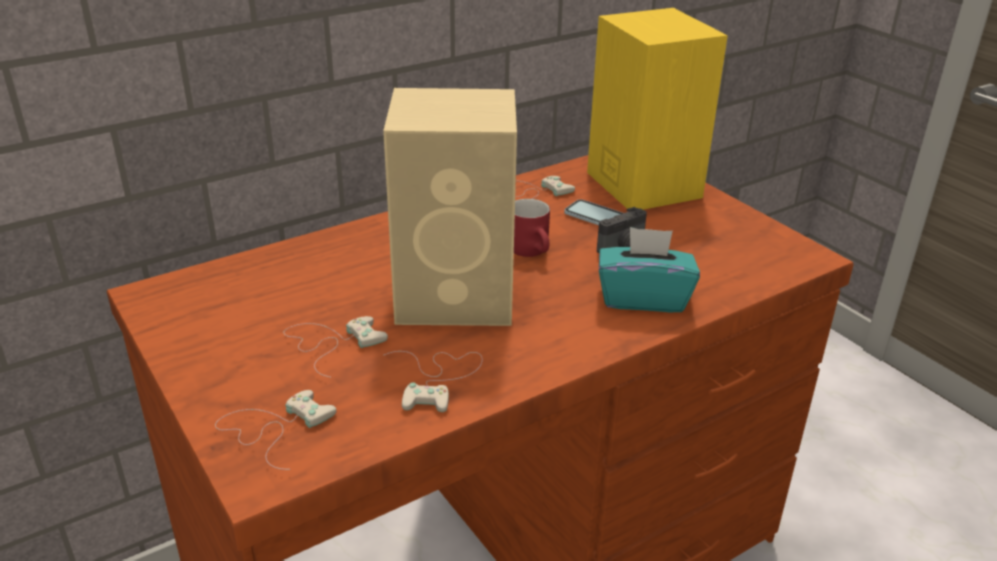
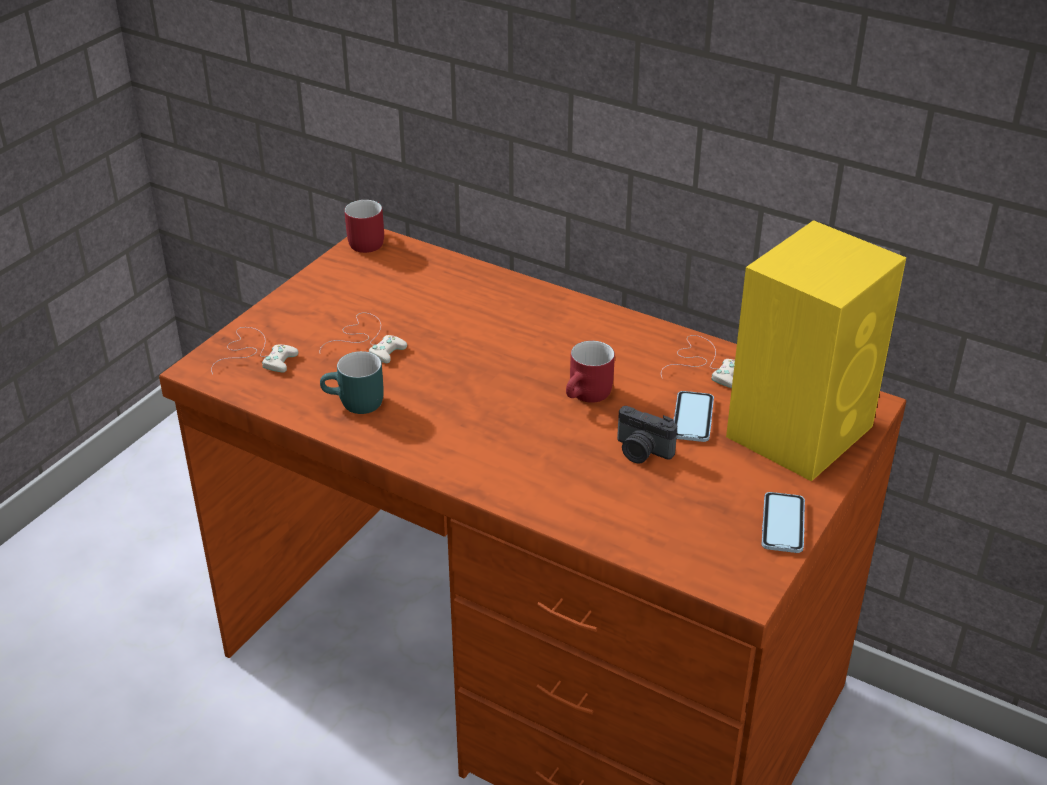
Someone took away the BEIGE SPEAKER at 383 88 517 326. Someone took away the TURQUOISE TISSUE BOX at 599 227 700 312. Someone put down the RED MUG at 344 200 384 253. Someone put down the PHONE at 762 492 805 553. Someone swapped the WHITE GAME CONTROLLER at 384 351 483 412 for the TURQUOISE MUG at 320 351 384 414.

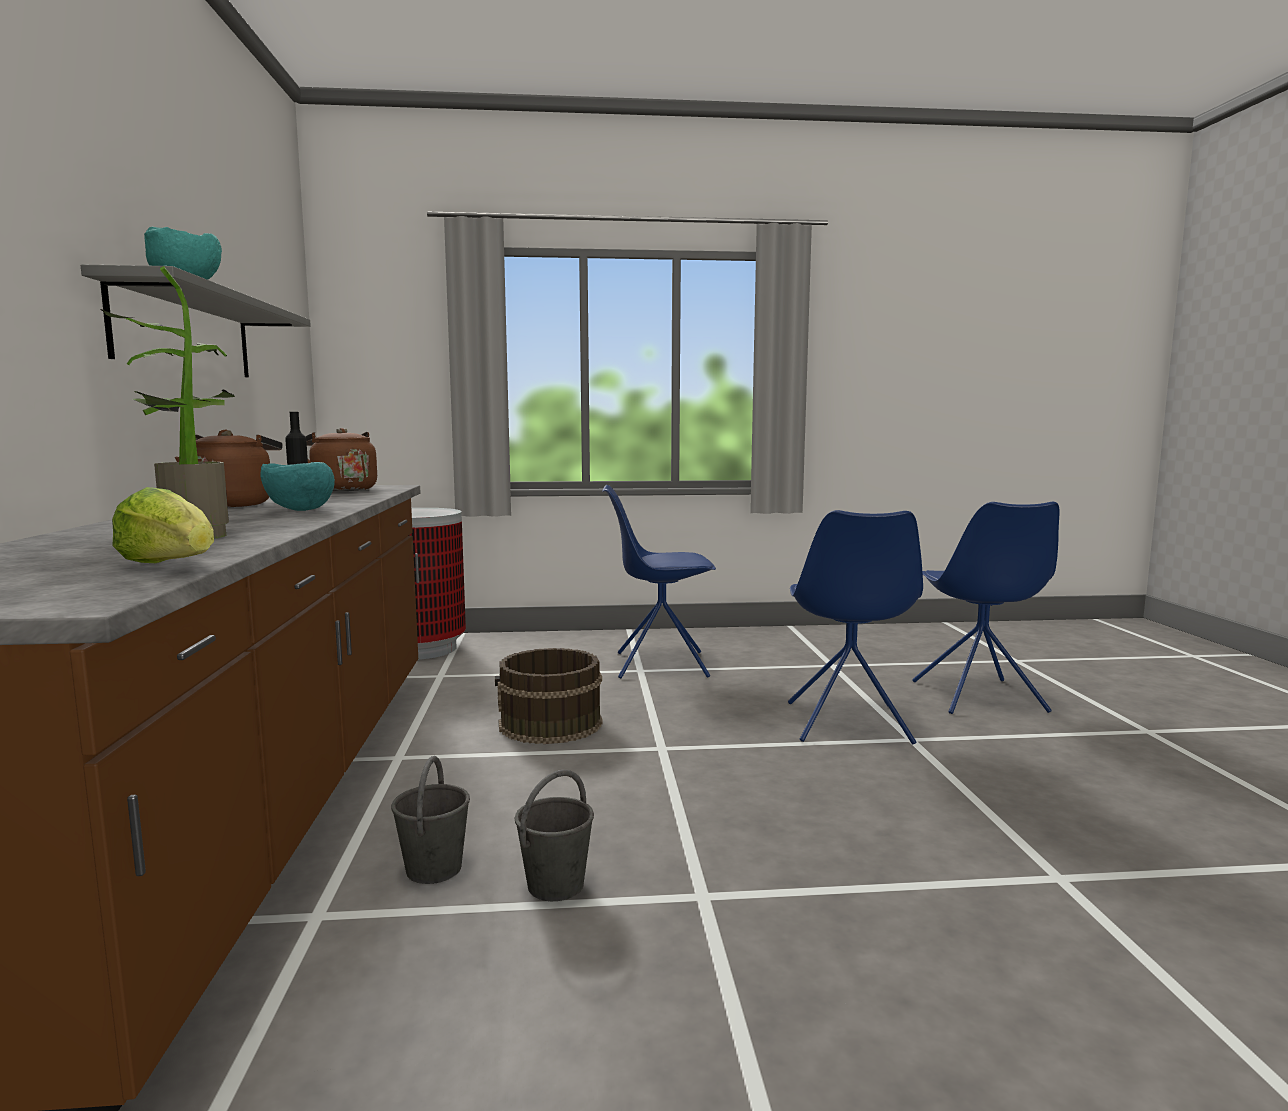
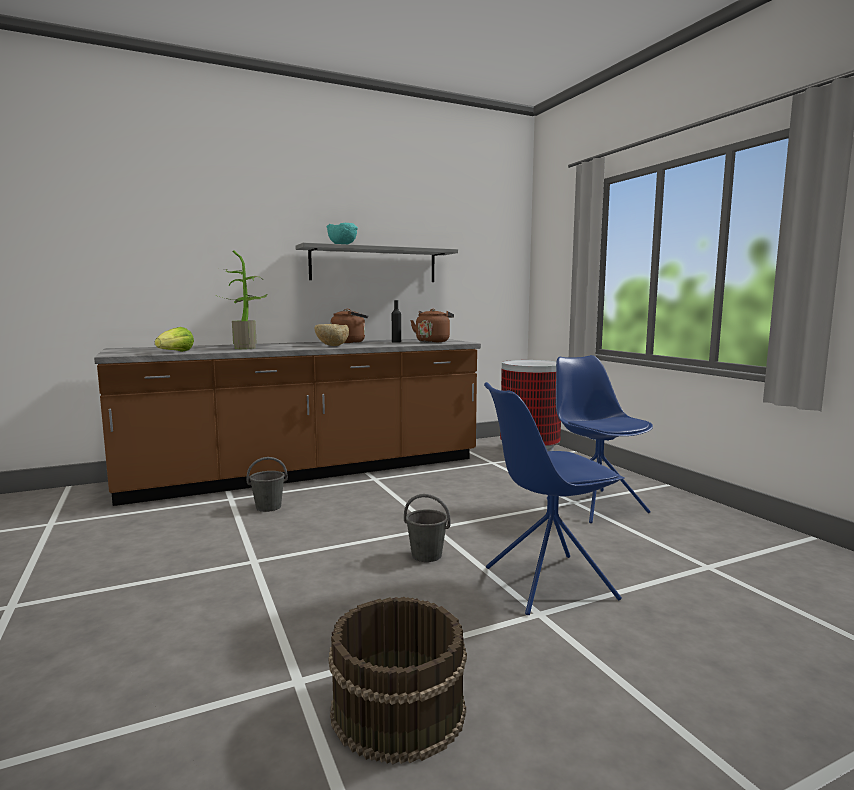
Someone took away the BLUE CHAIR at 912 502 1060 714. Someone carried the BROWN BUCKET from 495 648 603 744 to 329 597 467 765. Someone carried the GREY BUCKET from 515 770 594 901 to 404 494 451 562. Someone repainted the TURQUOISE BOWL at 260 462 335 511, which became the BEIGE BOWL at 314 324 349 346.

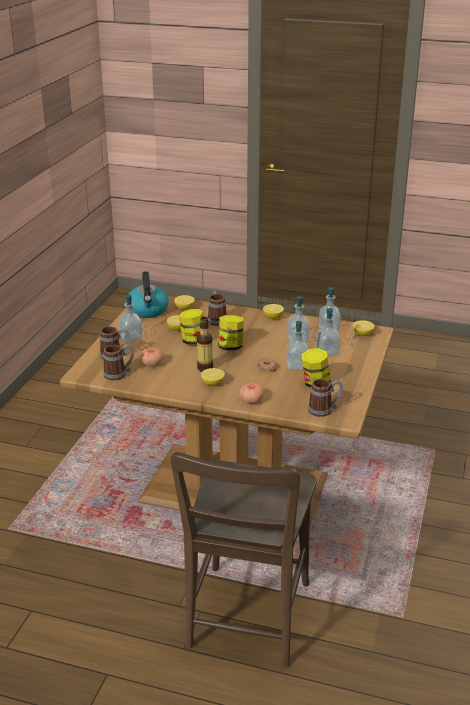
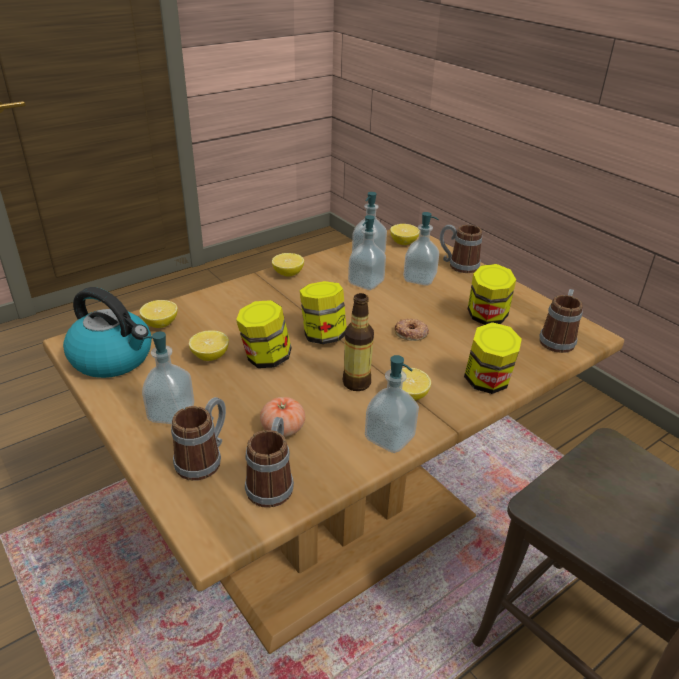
Someone carried the MUG from 207 291 227 326 to 440 225 482 273. Someone carried the SOAP DISPENSER from 286 321 308 370 to 365 355 419 453. Someone swapped the TOMATO at 240 383 264 403 for the JAR at 464 322 522 394.

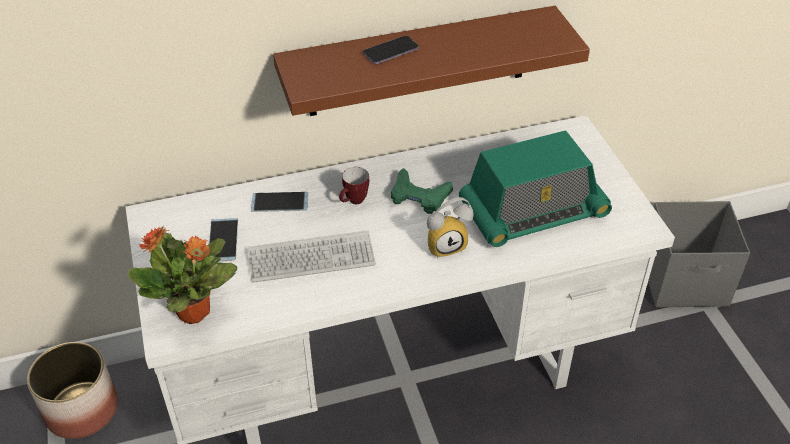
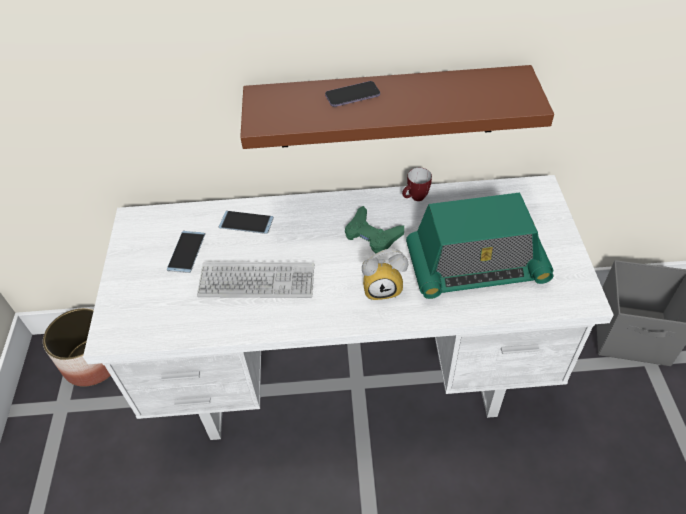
Someone took away the POTTED PLANT at 127 226 237 324. Someone carried the MUG from 339 167 369 204 to 402 168 432 201.

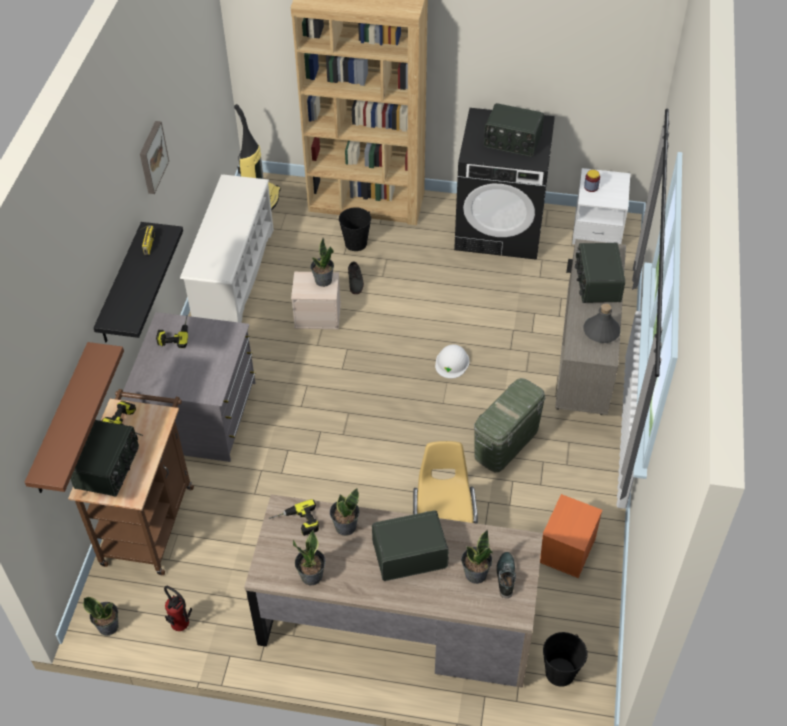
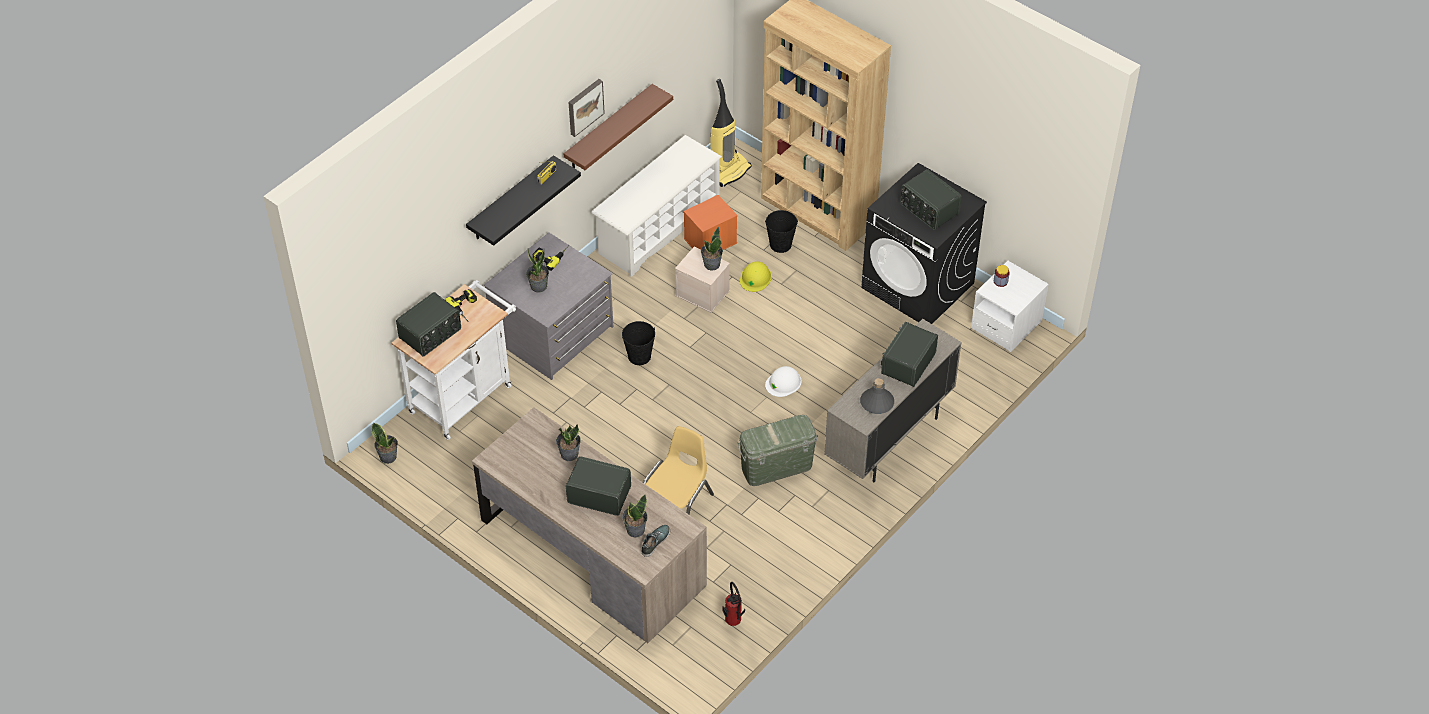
Someone took away the POWER DRILL at 269 499 319 536. Someone carried the BROWN SHELF from 25 342 124 493 to 564 84 673 170. Someone carried the FIRE EXTINGUISHER from 164 586 192 631 to 722 582 745 626. Someone carried the POTTED PLANT from 293 530 326 585 to 526 249 549 292. Someone carried the ORANGE STORAGE BOX from 540 494 602 578 to 684 195 737 250. Someone carried the BLACK BUCKET from 543 632 588 687 to 622 321 655 365. Someone swapped the GREY SHOE at 348 261 364 294 for the YELLOW HARD HAT at 740 262 772 292. Someone repainted the BROWN CART at 68 389 194 575, which became the WHITE CART at 392 280 516 440.

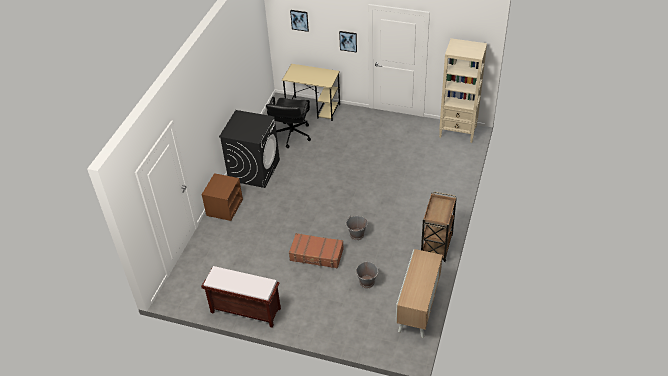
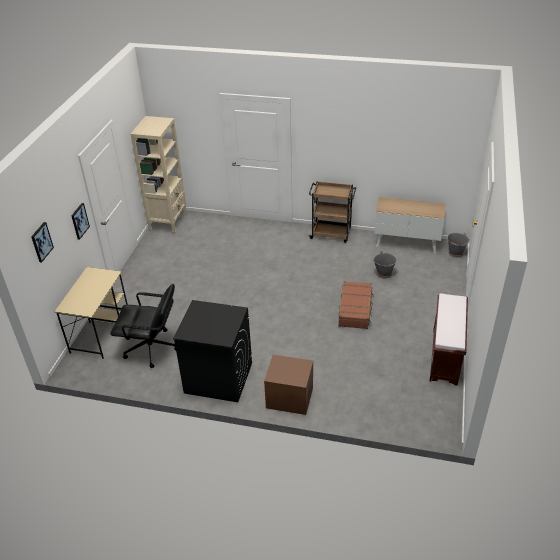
Someone carried the GREY BUCKET from 346 216 368 240 to 448 233 470 258.

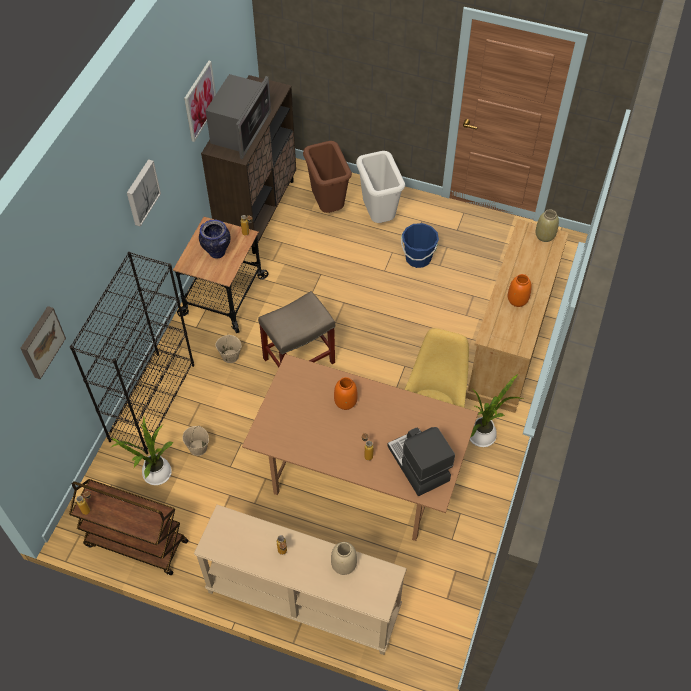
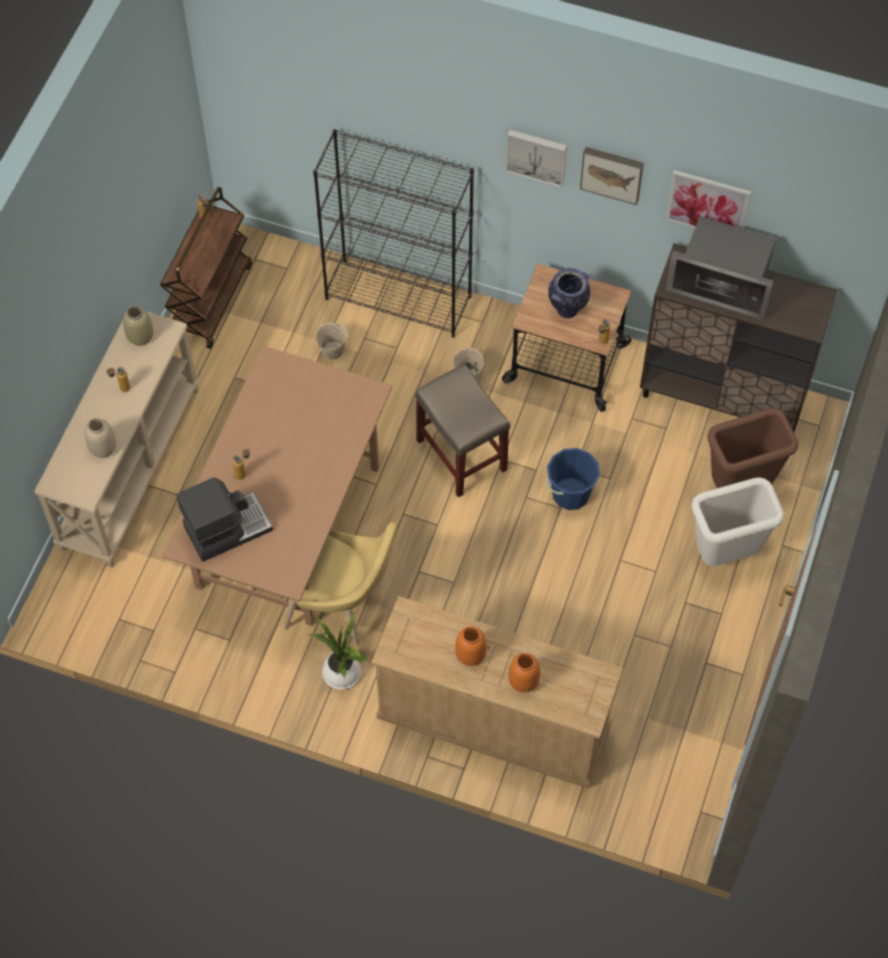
Someone took away the POTTED PLANT at 111 417 173 485. Someone carried the PICTURE from 20 306 66 379 to 580 147 644 205. Someone carried the ORANGE VASE from 334 377 358 410 to 509 653 540 693. Someone carried the BLUE BUCKET from 401 223 439 268 to 546 448 600 510. Someone carried the BEIGE VASE from 536 209 559 242 to 123 305 153 346.

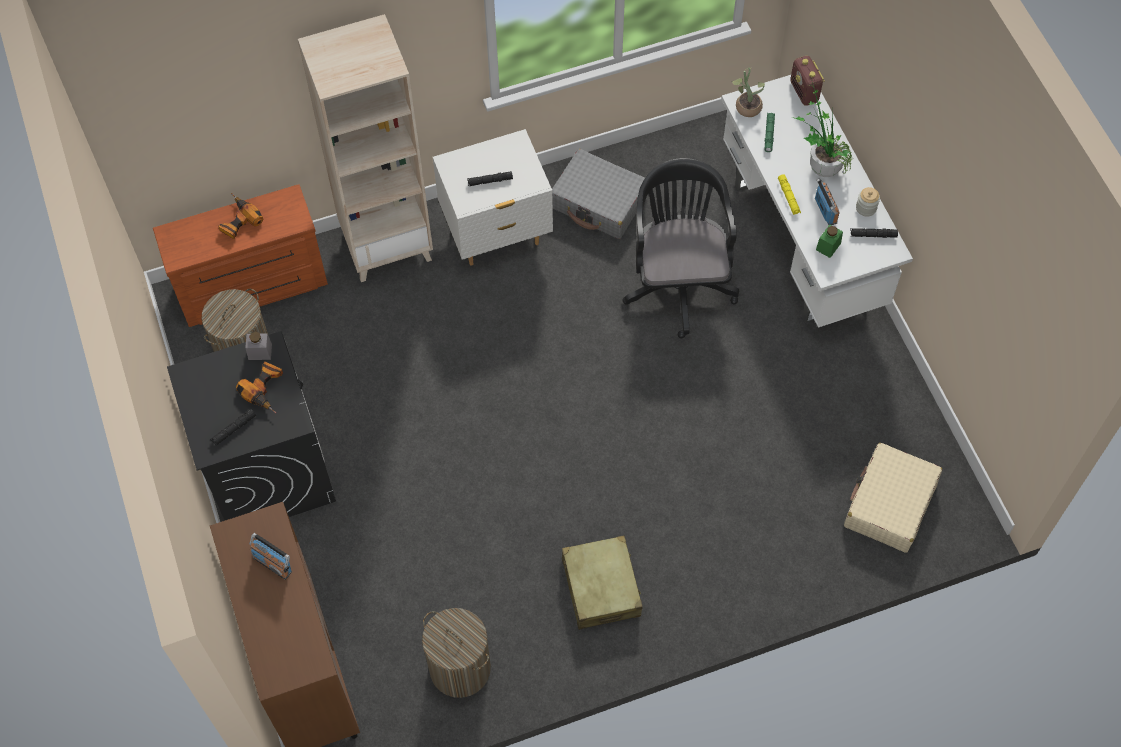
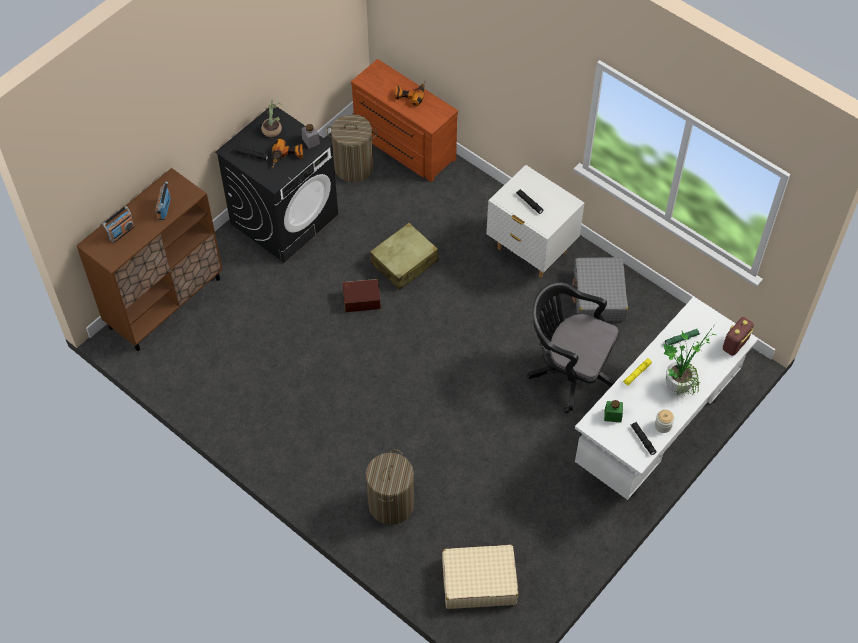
Someone took away the BEIGE BOOKCASE at 298 14 433 282. Someone put down the BROWN STORAGE BOX at 343 279 381 312. Someone carried the LAUNDRY BASKET from 422 608 491 698 to 366 449 414 525. Someone carried the BEIGE SUITCASE from 562 535 643 630 to 370 223 438 290. Someone carried the POTTED PLANT from 732 67 765 117 to 261 100 282 137. Someone carried the RADIO from 815 179 840 225 to 103 206 135 243. Someone rotated the BLACK OFFICE CHAIR at 622 158 739 338 by 120 degrees counterclockwise.

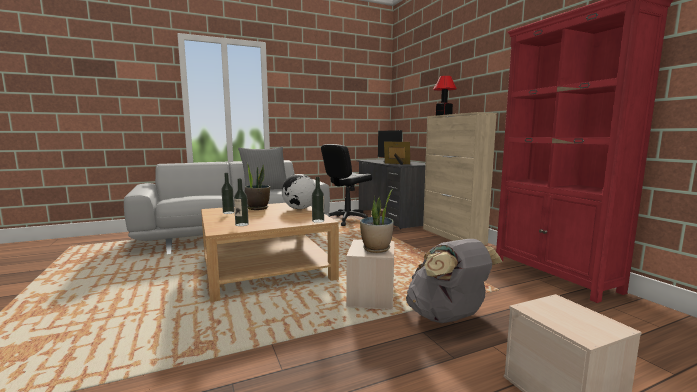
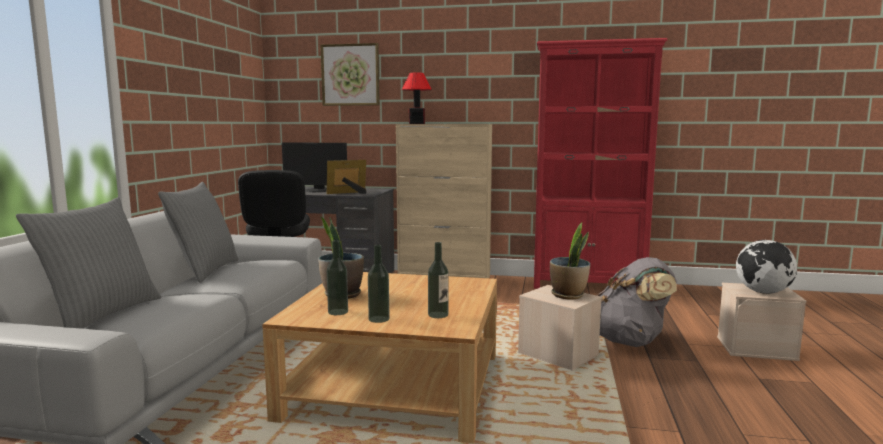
Someone put down the GREY PILLOW at 16 197 161 329. Someone put up the PICTURE at 320 43 380 106. Someone carried the GLOBE from 282 174 316 209 to 736 240 797 294. Someone carried the BOTTLE from 312 177 324 223 to 368 245 389 323.

